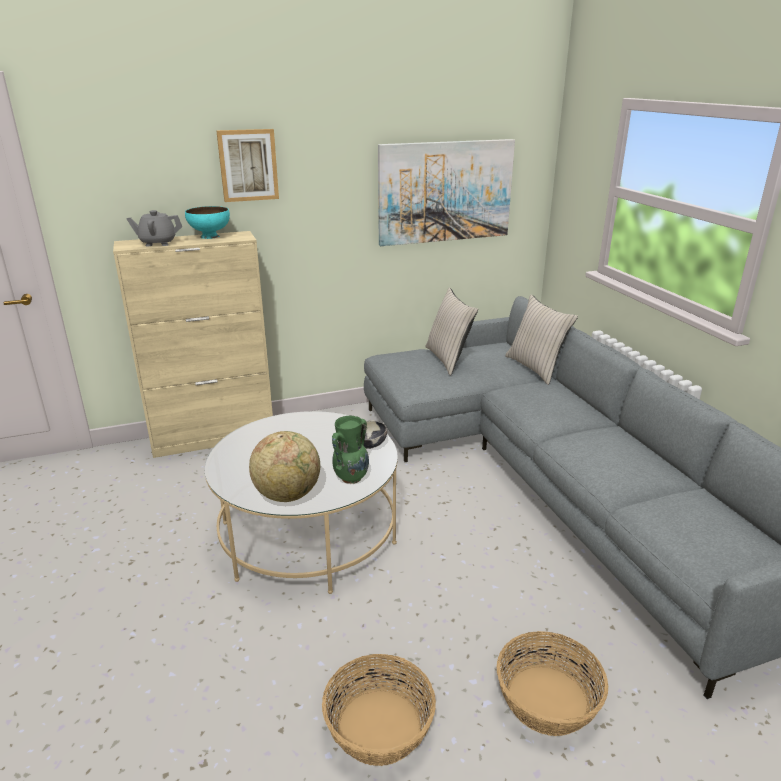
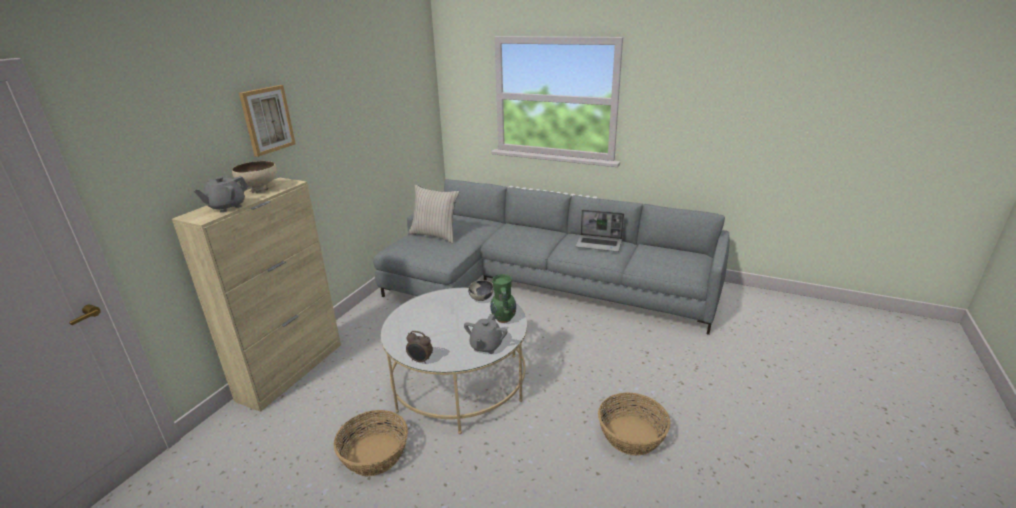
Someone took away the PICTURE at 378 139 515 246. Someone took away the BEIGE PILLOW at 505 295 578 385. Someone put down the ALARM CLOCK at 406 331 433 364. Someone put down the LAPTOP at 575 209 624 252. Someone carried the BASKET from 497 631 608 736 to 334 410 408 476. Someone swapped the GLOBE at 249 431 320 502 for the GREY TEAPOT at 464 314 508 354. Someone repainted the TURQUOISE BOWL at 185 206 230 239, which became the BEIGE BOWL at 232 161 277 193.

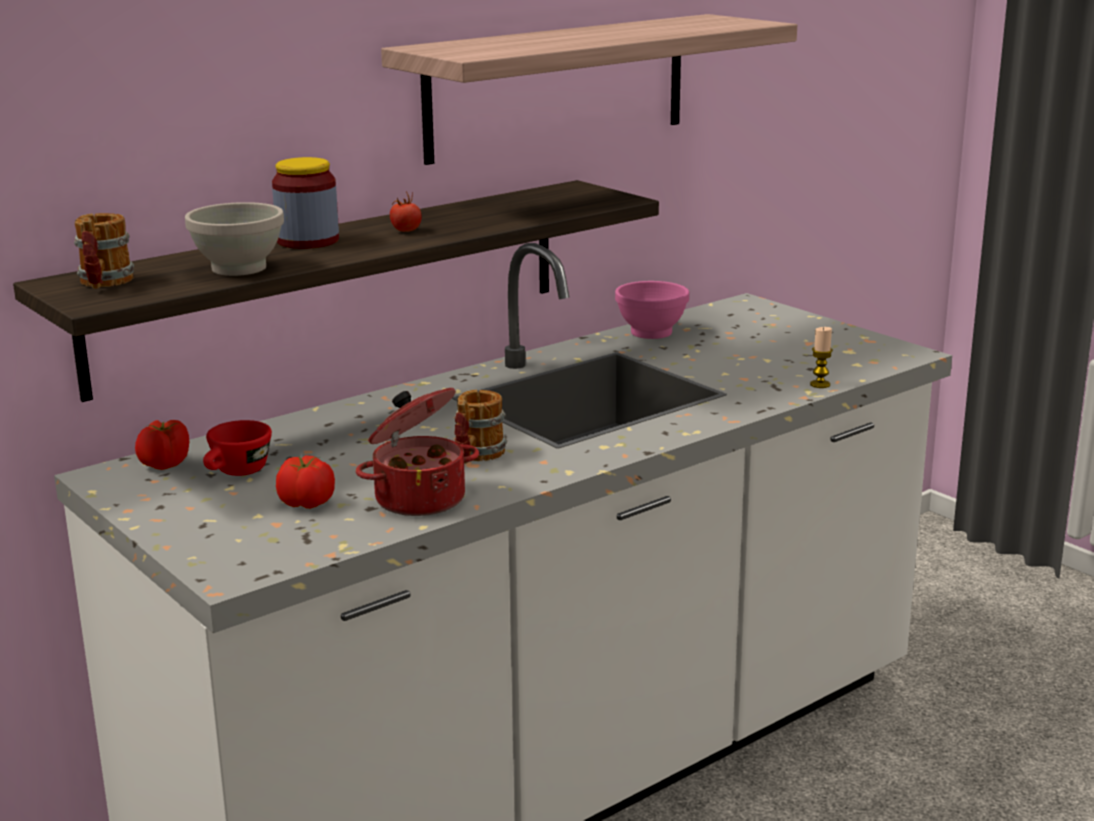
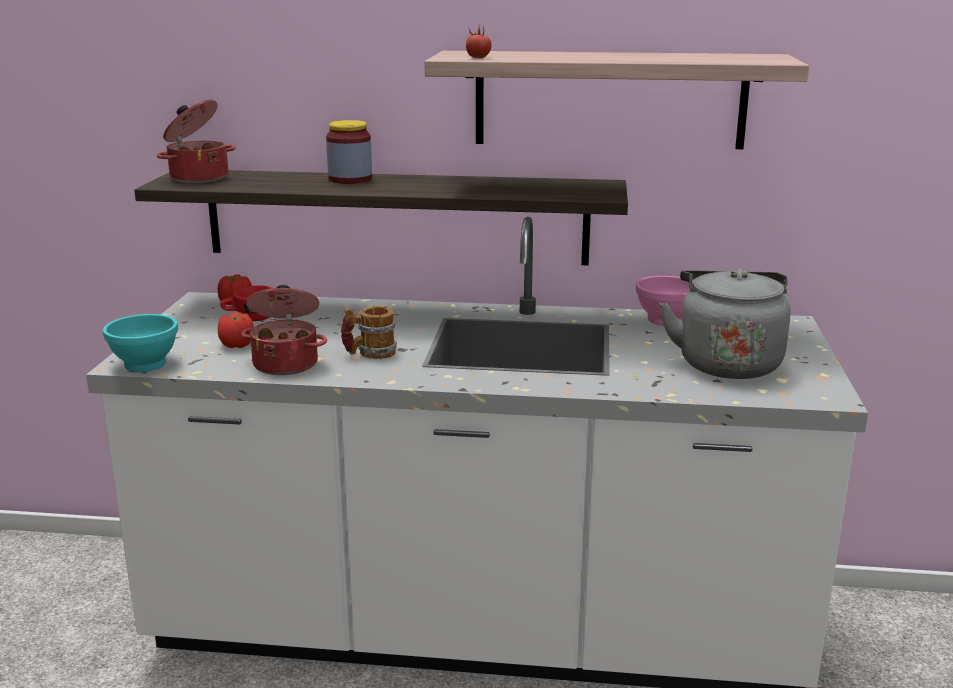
Someone took away the WHITE BOWL at 185 202 284 276. Someone took away the CANDLE at 810 327 833 388. Someone put down the TURQUOISE BOWL at 103 314 178 372. Someone put down the GREY KETTLE at 660 268 791 379. Someone carried the TOMATO from 390 191 422 232 to 466 26 491 58. Someone swapped the MUG at 74 213 134 289 for the COOKING POT at 156 100 235 183.

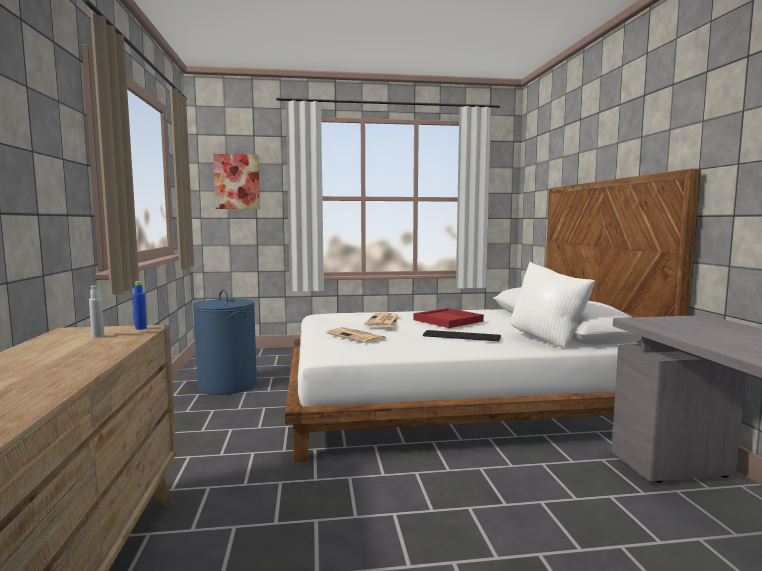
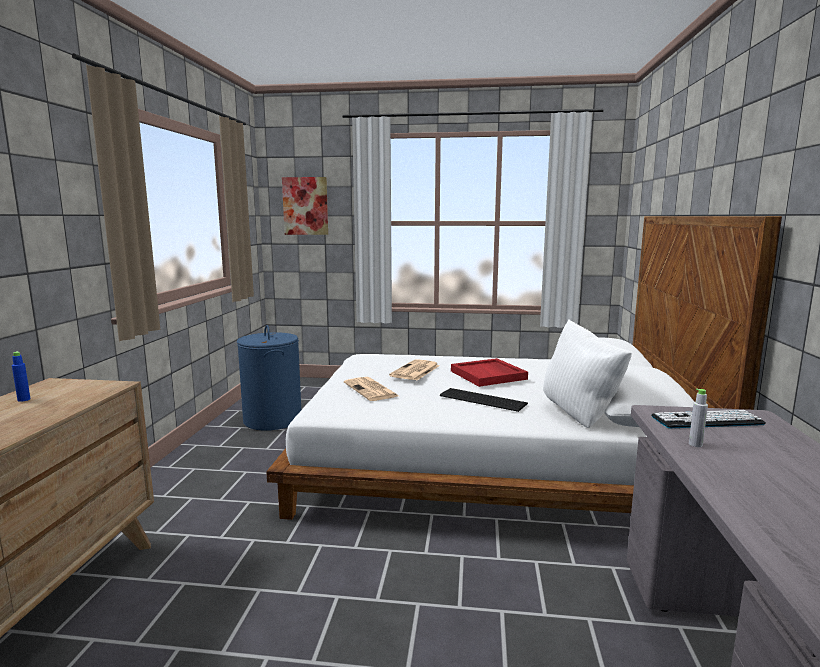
Someone put down the KEYBOARD at 651 410 766 428. Someone carried the GREY BOTTLE from 89 286 104 338 to 689 389 708 447. Someone carried the BLUE BOTTLE from 133 281 147 330 to 12 351 31 402.

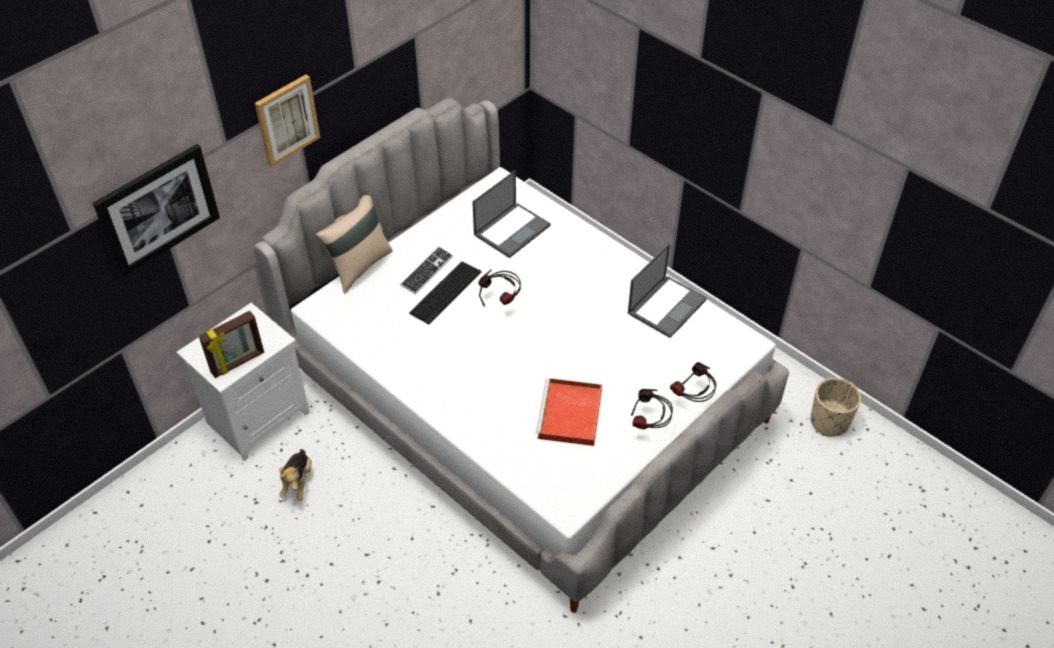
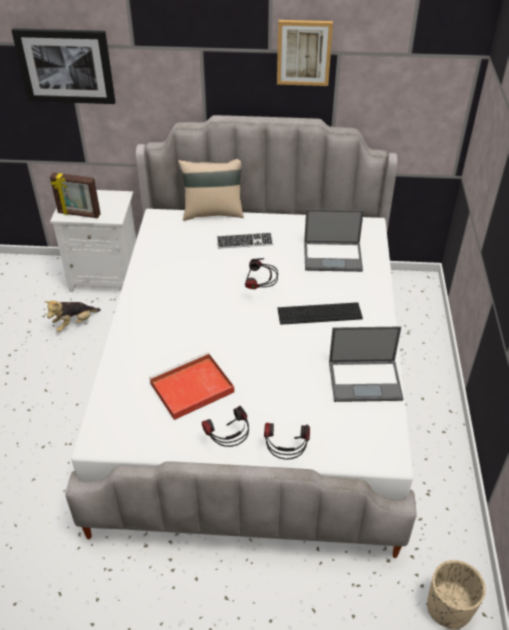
Someone carried the PICTURE from 255 74 320 166 to 277 20 333 86. Someone carried the KEYBOARD from 409 261 481 324 to 277 302 363 325.

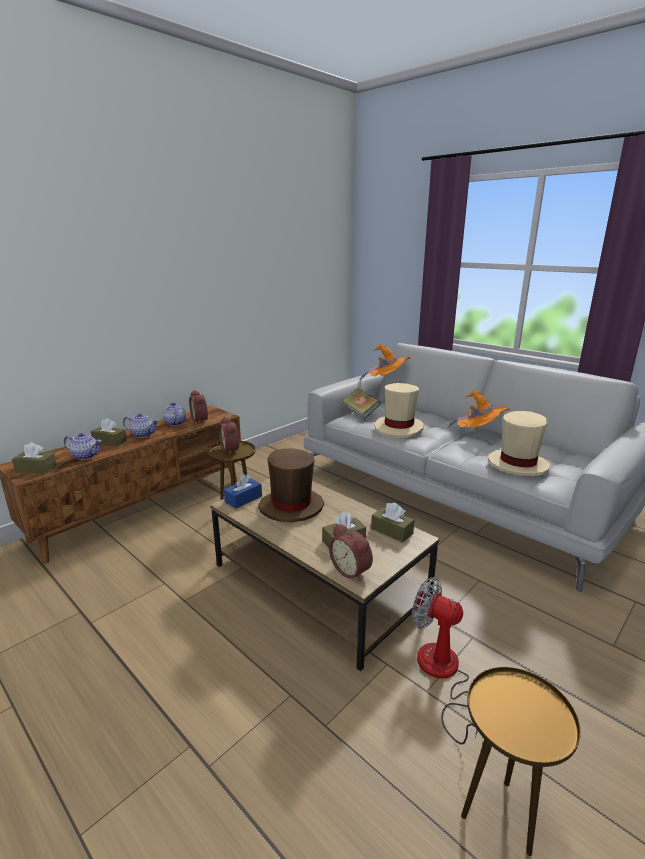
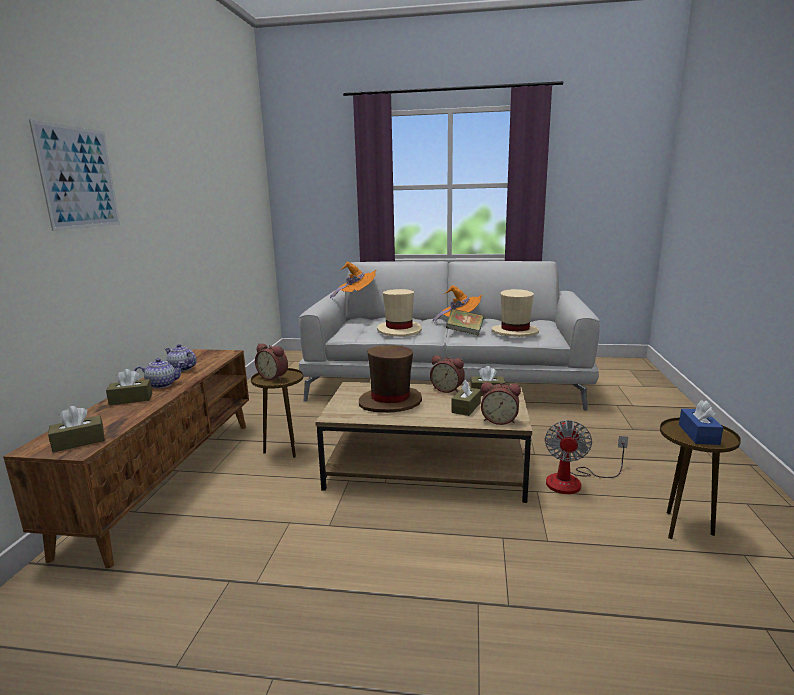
Someone took away the TEAPOT at 64 433 101 460. Someone put up the PICTURE at 29 120 120 231. Someone carried the ALARM CLOCK from 189 390 208 424 to 430 355 465 393. Someone carried the BLUE TISSUE BOX from 224 474 262 509 to 679 400 723 445. Someone carried the BOOK from 342 388 381 419 to 446 309 484 336. Someone rotated the FAN at 412 577 478 745 by 75 degrees counterclockwise.

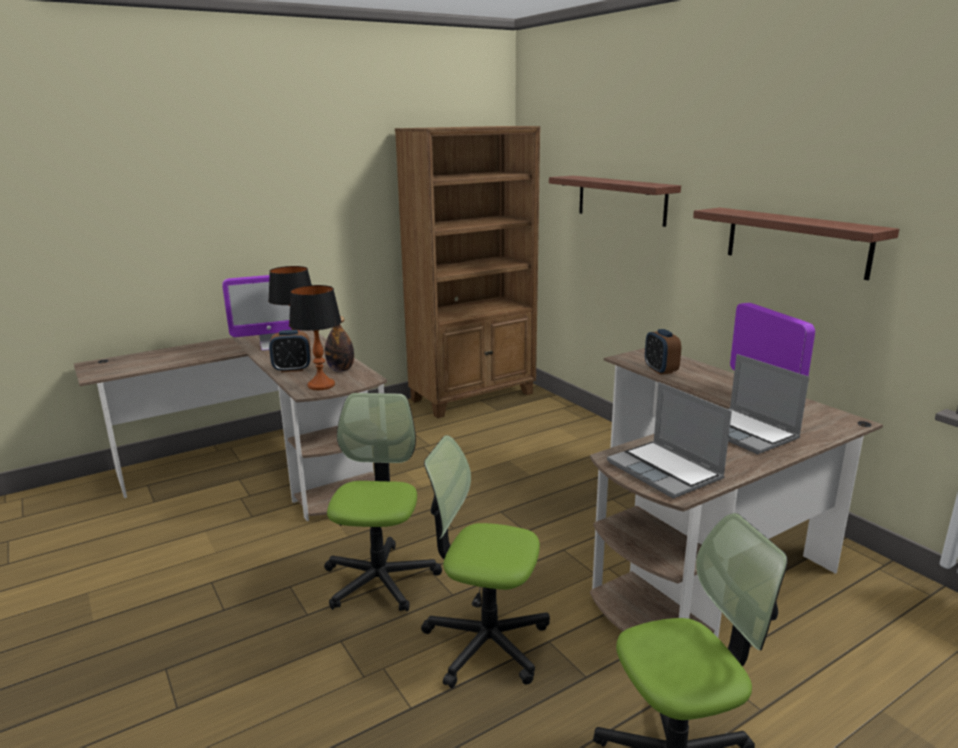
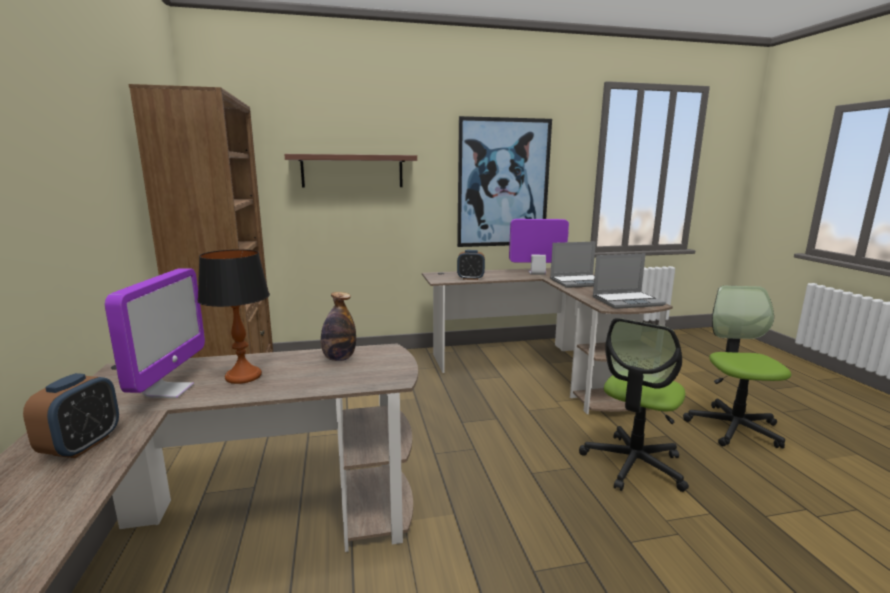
Someone took away the TABLE LAMP at 289 285 342 390. Someone took away the OFFICE CHAIR at 324 393 442 611. Someone carried the ALARM CLOCK from 269 330 311 373 to 23 373 119 458. Someone swapped the SHELF at 693 208 899 280 for the PICTURE at 457 116 552 247.

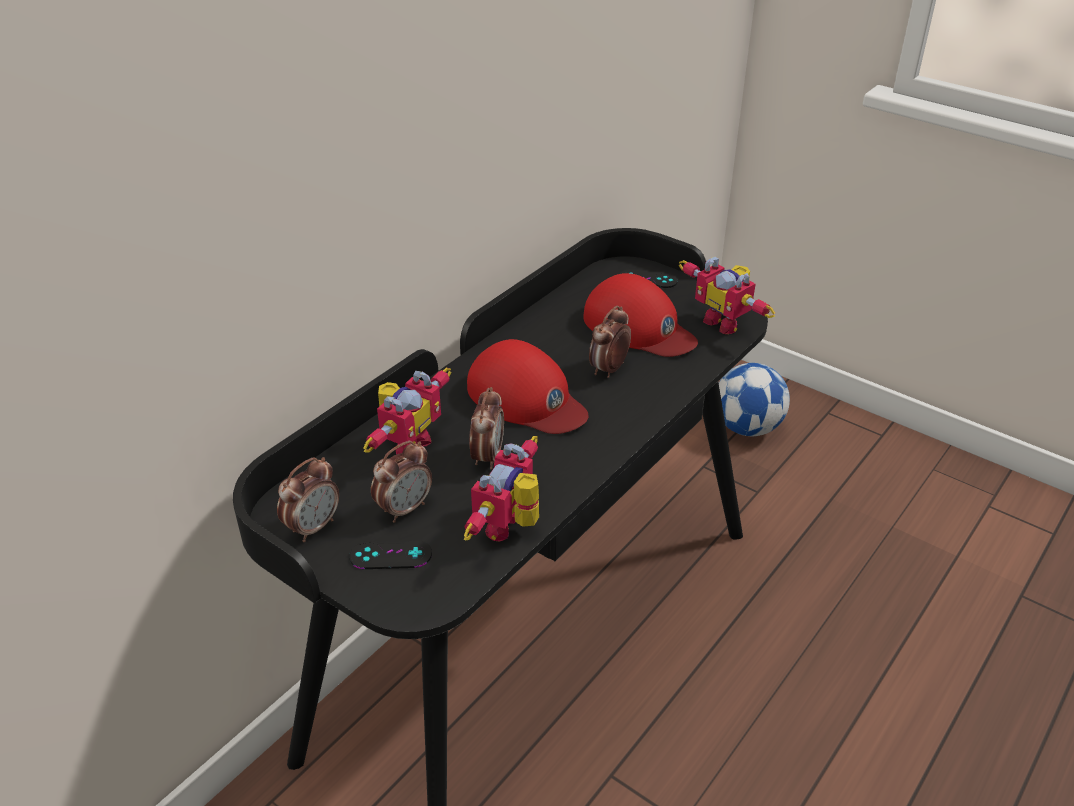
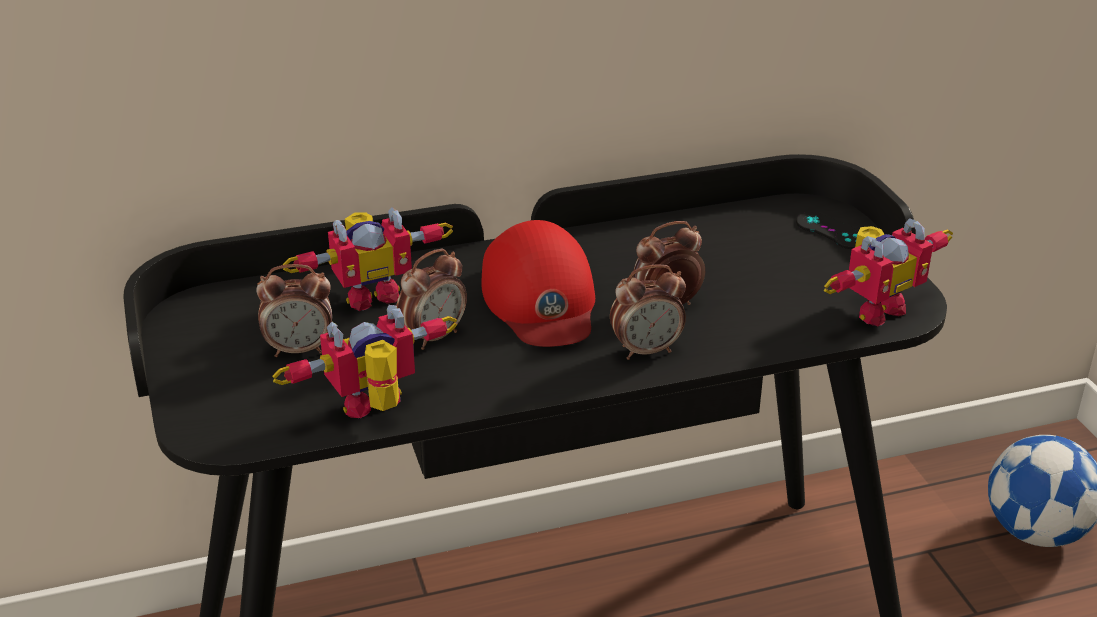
Someone took away the BLACK GAME CONTROLLER at 349 540 432 569. Someone took away the RED CAP at 583 273 698 357. Someone carried the ALARM CLOCK from 277 457 339 542 to 610 264 686 360. Someone rotated the TOY ROBOT at 679 257 775 334 by 120 degrees counterclockwise.

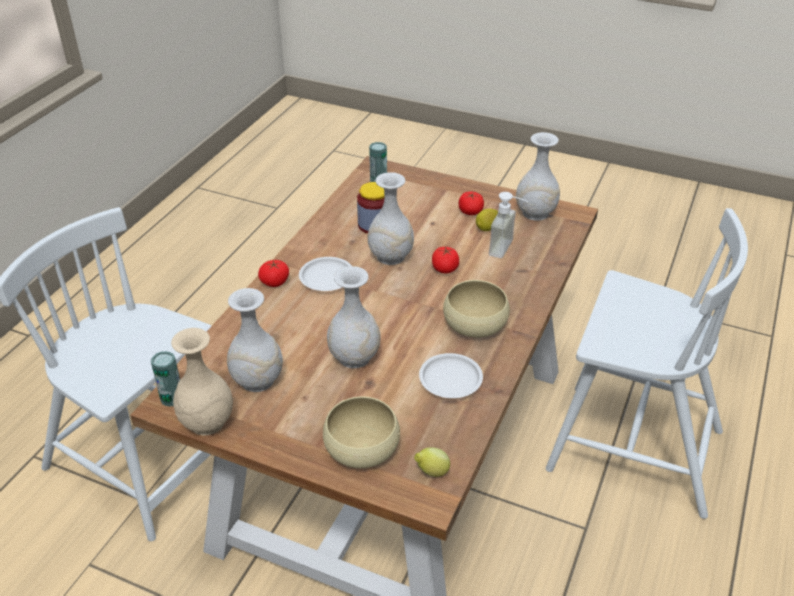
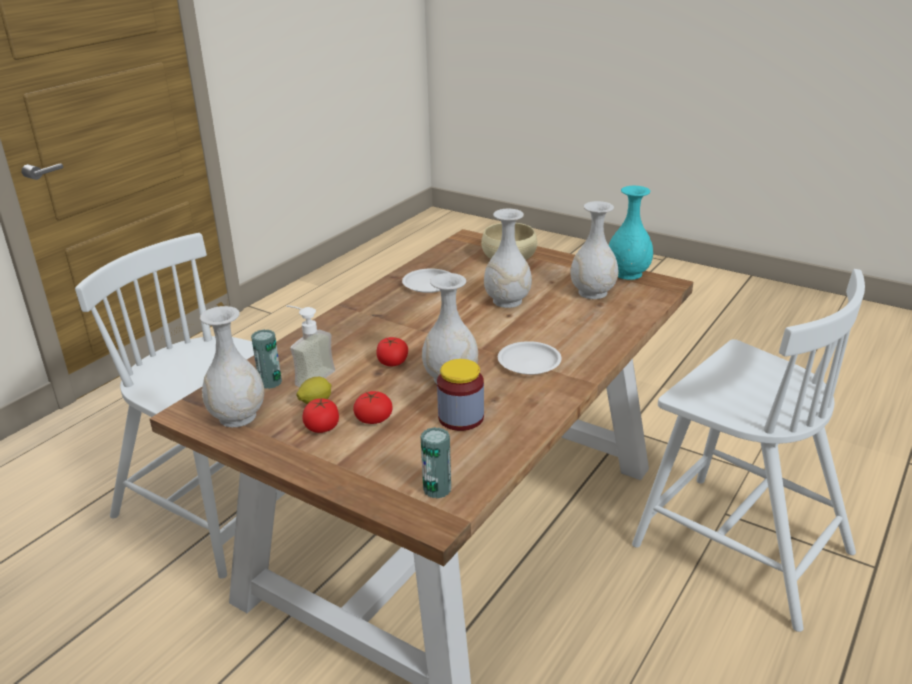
Someone took away the LEMON at 414 448 450 477. Someone took away the BEIGE BOWL at 443 280 510 338. Someone carried the CAN from 151 351 180 407 to 251 329 282 389. Someone carried the TOMATO from 258 260 289 287 to 353 391 393 424. Someone repainted the BEIGE VASE at 171 328 233 435, which became the TURQUOISE VASE at 609 186 653 280.

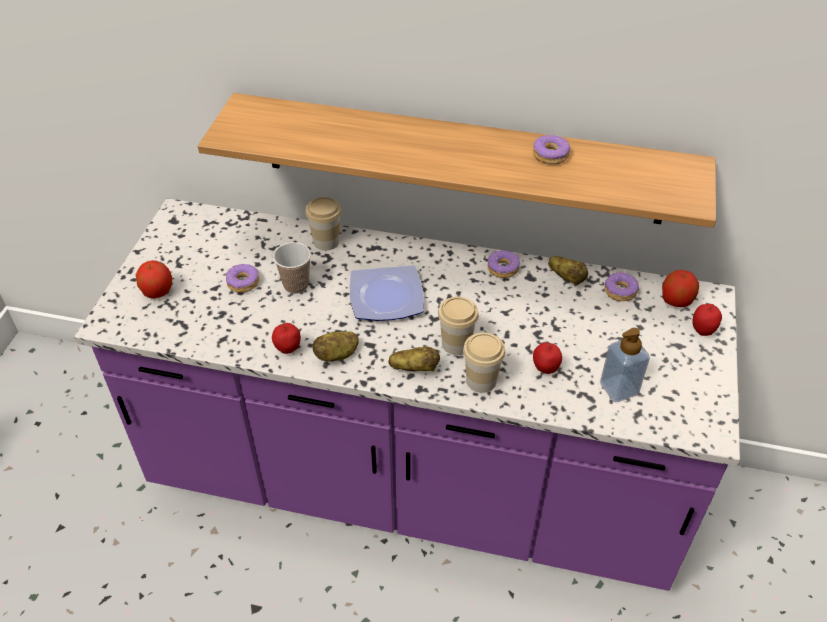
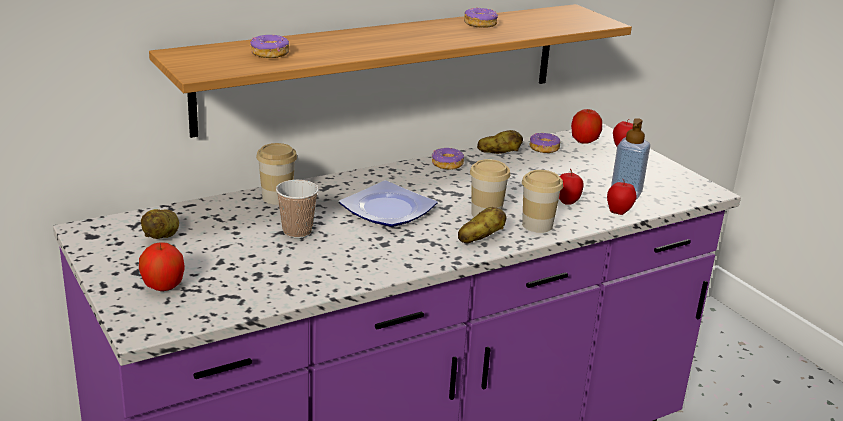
Someone carried the DONUT from 226 264 259 293 to 250 34 289 58. Someone carried the APPLE from 272 323 301 354 to 607 180 637 215. Someone carried the POTATO from 312 331 359 362 to 141 209 179 239.

